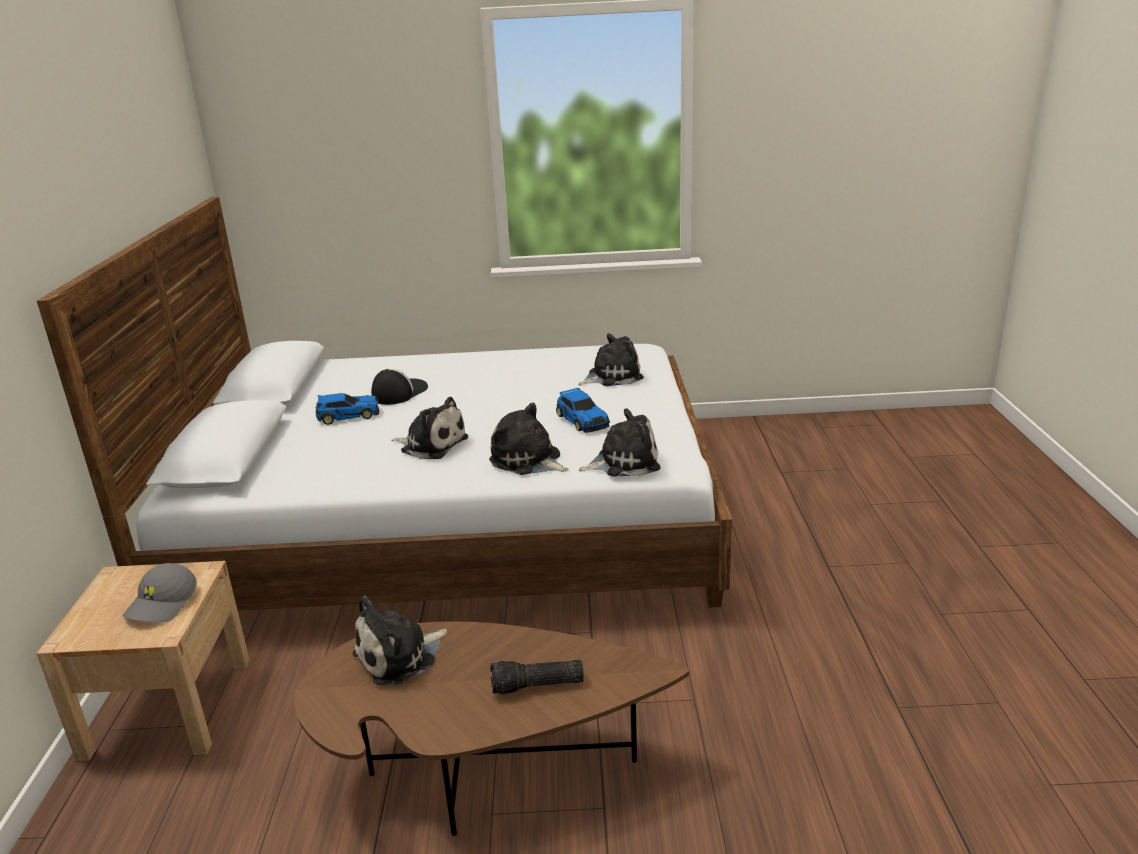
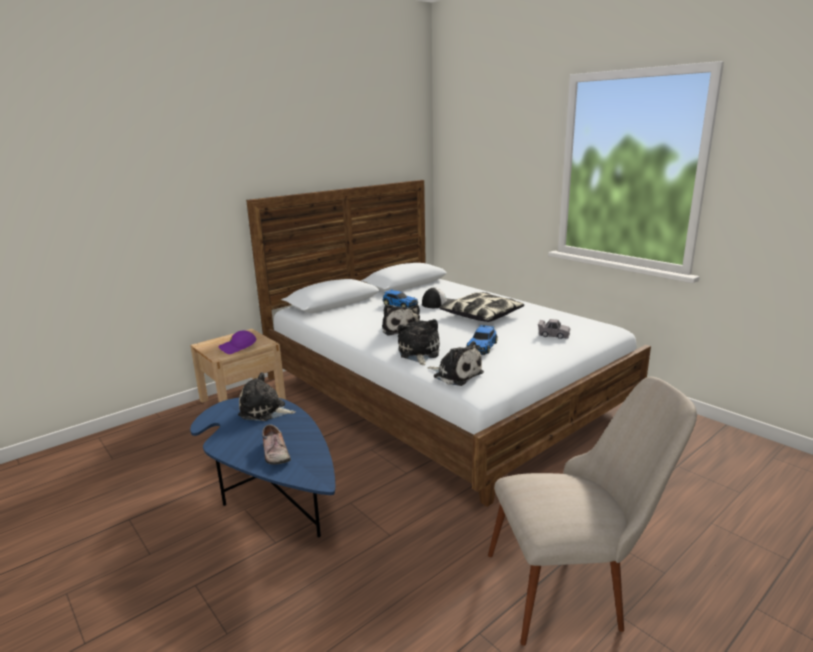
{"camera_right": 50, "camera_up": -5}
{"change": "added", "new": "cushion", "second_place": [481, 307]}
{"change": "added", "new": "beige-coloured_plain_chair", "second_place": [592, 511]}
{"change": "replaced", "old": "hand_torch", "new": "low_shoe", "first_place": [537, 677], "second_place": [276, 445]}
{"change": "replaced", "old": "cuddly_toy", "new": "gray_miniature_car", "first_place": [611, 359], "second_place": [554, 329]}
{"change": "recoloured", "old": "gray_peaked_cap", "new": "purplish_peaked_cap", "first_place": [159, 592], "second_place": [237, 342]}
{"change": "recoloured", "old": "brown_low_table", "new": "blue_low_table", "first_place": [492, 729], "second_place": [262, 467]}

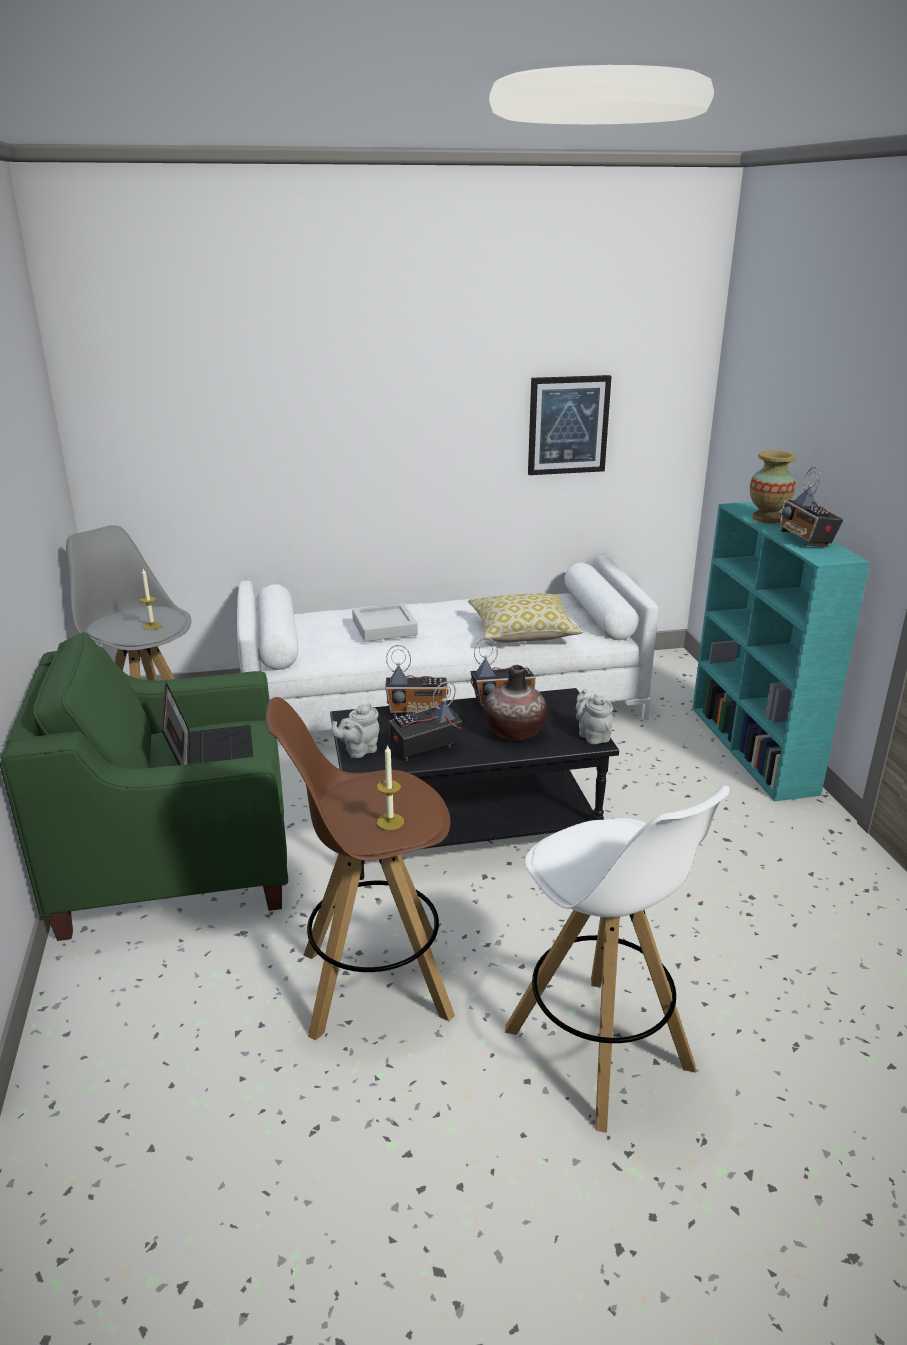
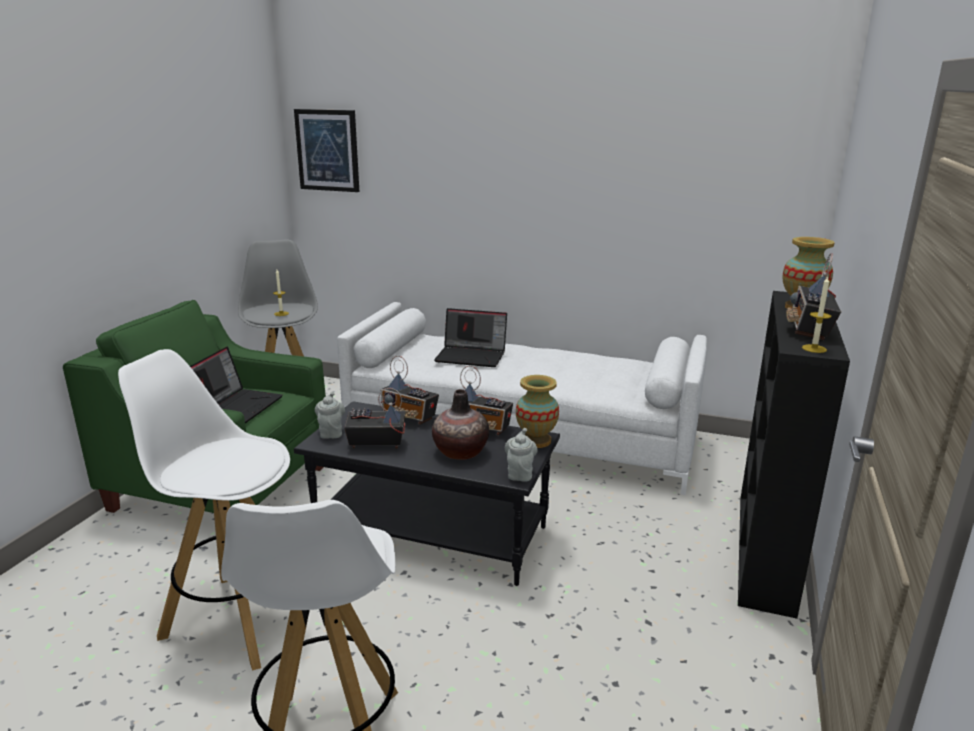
{"camera_right": 30, "camera_up": -5}
{"change": "removed", "old": "cushion", "first_place": [526, 618]}
{"change": "added", "new": "decorative_vase", "second_place": [537, 411]}
{"change": "moved", "old": "wax_candle", "first_place": [390, 787], "second_place": [816, 314]}
{"change": "moved", "old": "picture", "first_place": [570, 425], "second_place": [326, 150]}
{"change": "replaced", "old": "gray_serving_tray", "new": "laptop", "first_place": [385, 622], "second_place": [470, 337]}
{"change": "recoloured", "old": "brown_sitting_stool", "new": "white-coloured_sitting_stool", "first_place": [360, 869], "second_place": [204, 510]}
{"change": "recoloured", "old": "blue-green_shelving_unit", "new": "blackish_shelving_unit", "first_place": [781, 651], "second_place": [794, 455]}
{"change": "turned", "old": "gray_teapot", "first_place": [355, 730], "second_place": [330, 415], "degrees": 90}

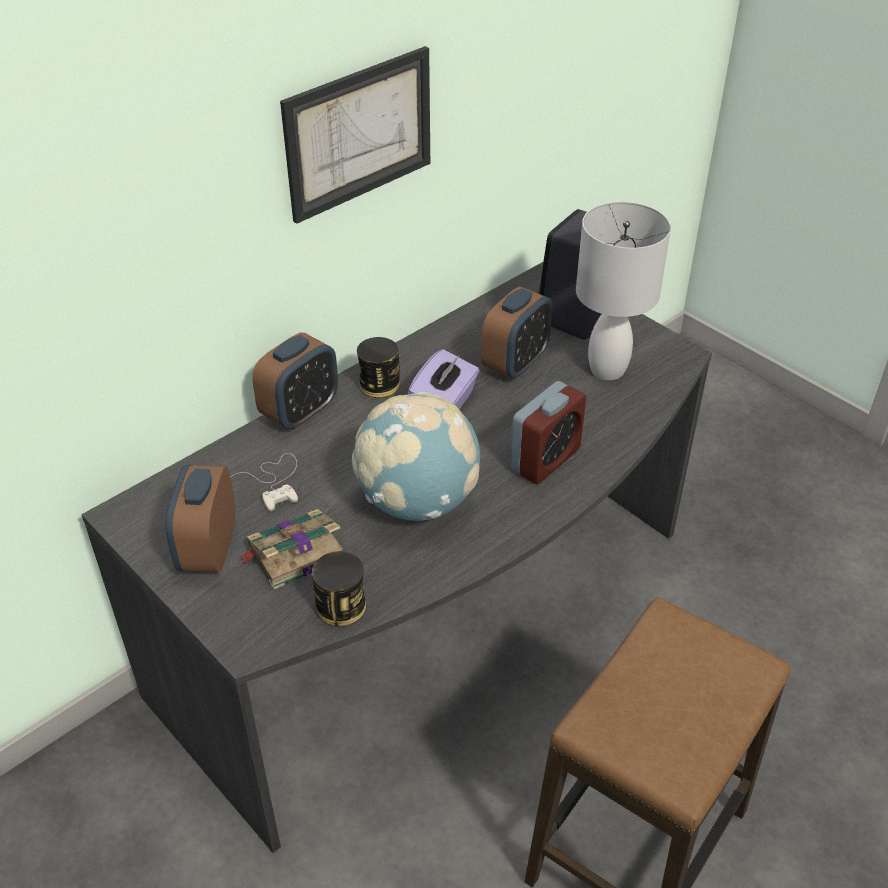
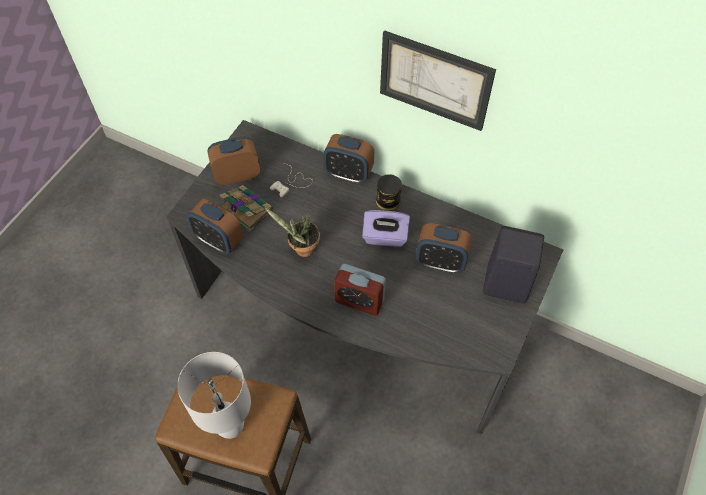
{"camera_right": 70, "camera_up": 15}
{"change": "moved", "old": "white-coloured_tabletop_lamp", "first_place": [623, 291], "second_place": [214, 395]}
{"change": "replaced", "old": "can", "new": "table_clock", "first_place": [339, 589], "second_place": [215, 226]}
{"change": "replaced", "old": "world_globe", "new": "houseplant", "first_place": [416, 456], "second_place": [292, 232]}

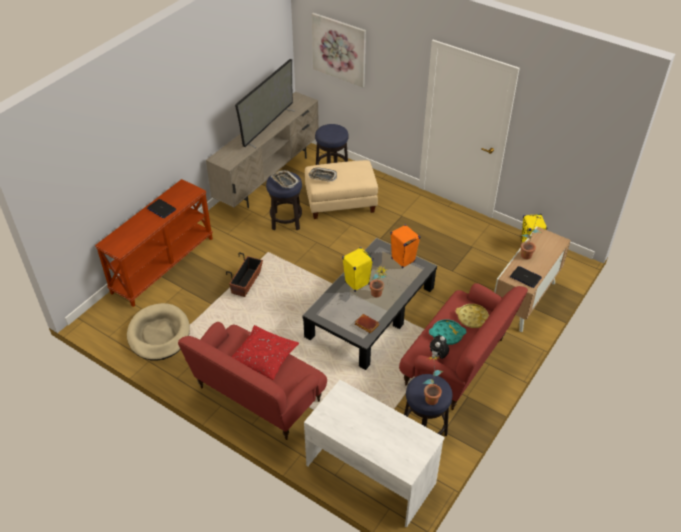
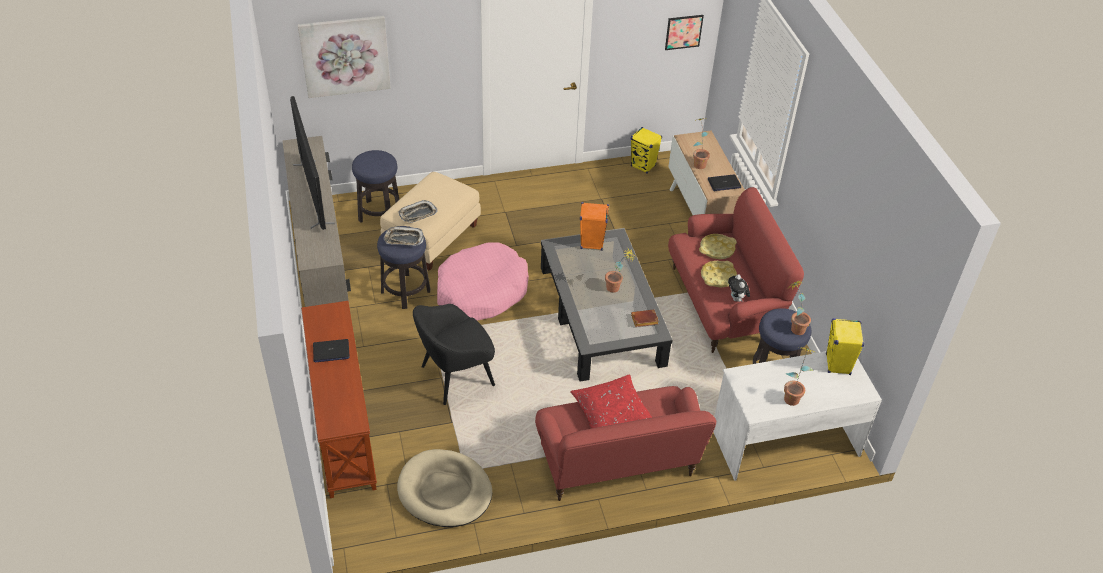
{"camera_right": -50, "camera_up": 0}
{"change": "added", "new": "pink_dog_bed", "second_place": [483, 281]}
{"change": "added", "new": "picture", "second_place": [684, 32]}
{"change": "added", "new": "houseplant", "second_place": [799, 376]}
{"change": "moved", "old": "yellowish_speaker", "first_place": [357, 269], "second_place": [845, 346]}
{"change": "replaced", "old": "planter", "new": "blackish_armchair", "first_place": [244, 274], "second_place": [454, 354]}
{"change": "recoloured", "old": "blue-green_serving_tray", "new": "yellowish_serving_tray", "first_place": [447, 332], "second_place": [719, 274]}

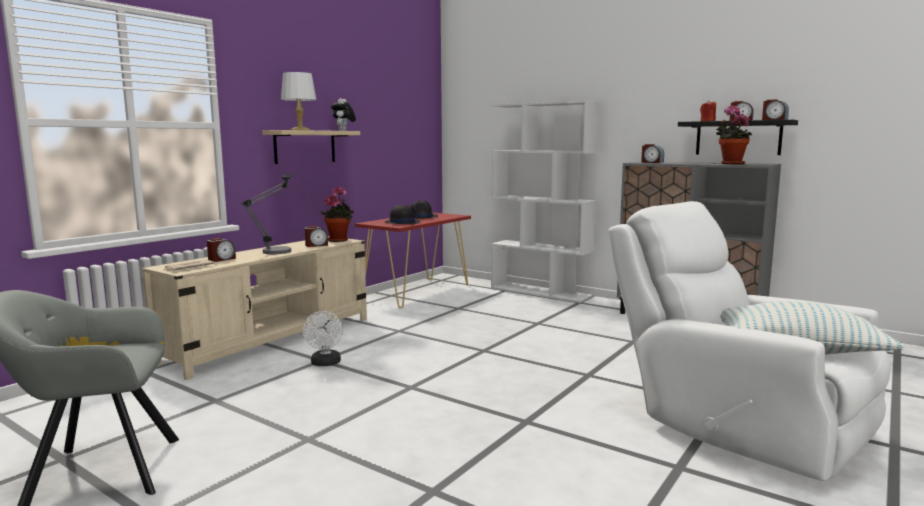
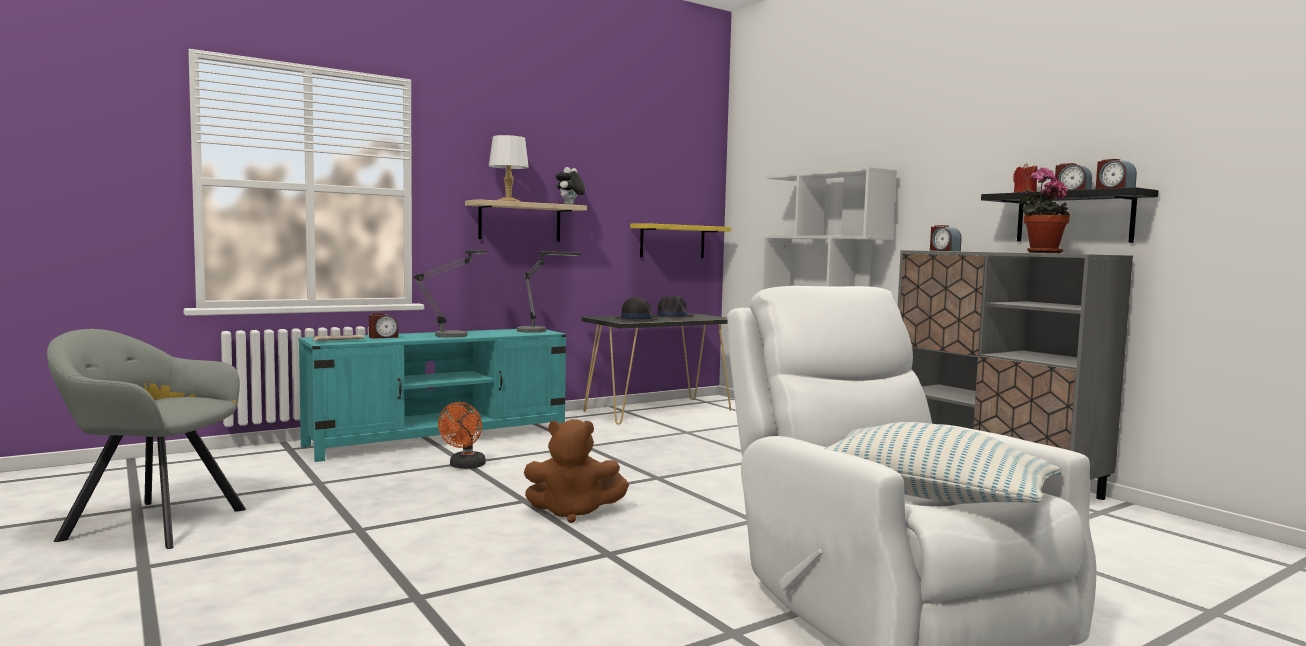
{"camera_right": 20, "camera_up": -5}
{"change": "removed", "old": "table_clock", "first_place": [316, 236]}
{"change": "added", "new": "brown_cuddly_toy", "second_place": [576, 471]}
{"change": "added", "new": "yellowish_bracket_shelf", "second_place": [680, 240]}
{"change": "replaced", "old": "houseplant", "new": "tabletop_lamp", "first_place": [337, 214], "second_place": [549, 292]}
{"change": "recoloured", "old": "beige-coloured_tv_stand", "new": "blue-green_tv_stand", "first_place": [254, 308], "second_place": [432, 395]}
{"change": "recoloured", "old": "white-coloured_electric_fan", "new": "orange-coloured_electric_fan", "first_place": [323, 338], "second_place": [462, 435]}
{"change": "recoloured", "old": "red_hall_table", "new": "blackish_hall_table", "first_place": [413, 260], "second_place": [656, 368]}

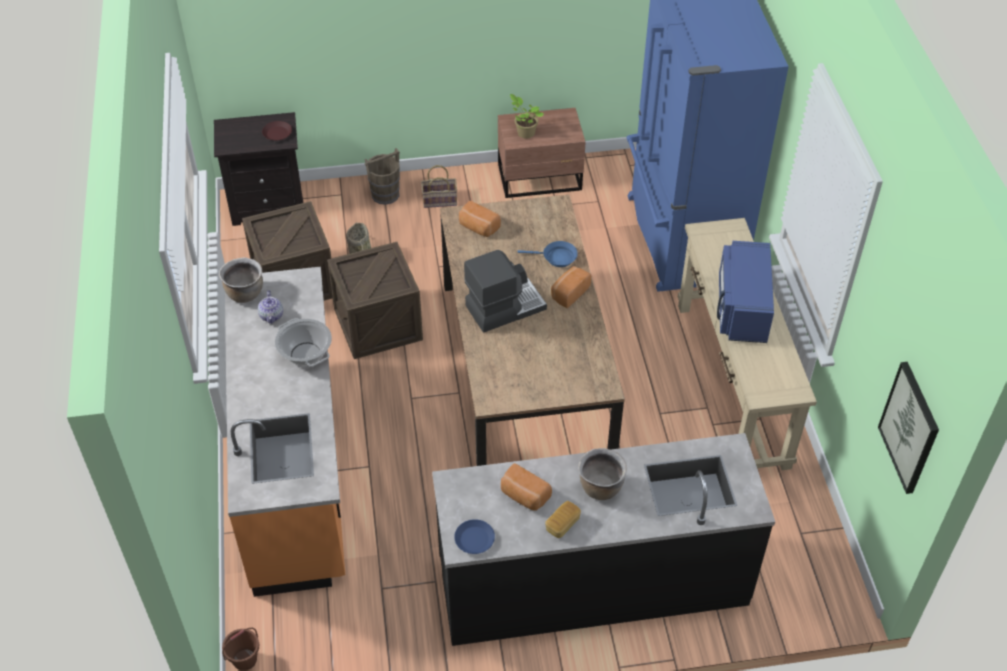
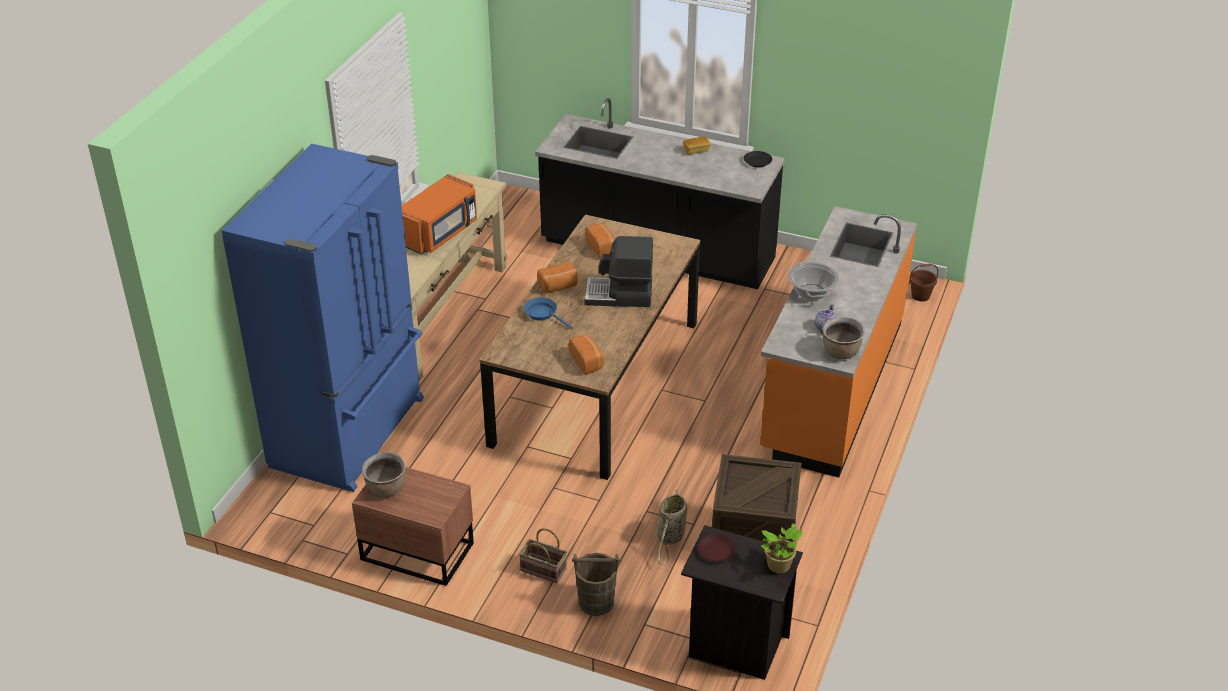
{"camera_right": -150, "camera_up": -10}
{"change": "removed", "old": "crate", "first_place": [375, 300]}
{"change": "removed", "old": "picture", "first_place": [908, 428]}
{"change": "moved", "old": "bakery_bread", "first_place": [526, 487], "second_place": [600, 241]}
{"change": "moved", "old": "houseplant", "first_place": [527, 116], "second_place": [782, 548]}
{"change": "moved", "old": "brown_saucepot", "first_place": [602, 474], "second_place": [383, 475]}
{"change": "recoloured", "old": "blue_flat_dish", "new": "blackish_flat_dish", "first_place": [474, 536], "second_place": [758, 159]}
{"change": "recoloured", "old": "blue_kitchen_microwave", "new": "orange-coloured_kitchen_microwave", "first_place": [745, 292], "second_place": [439, 214]}

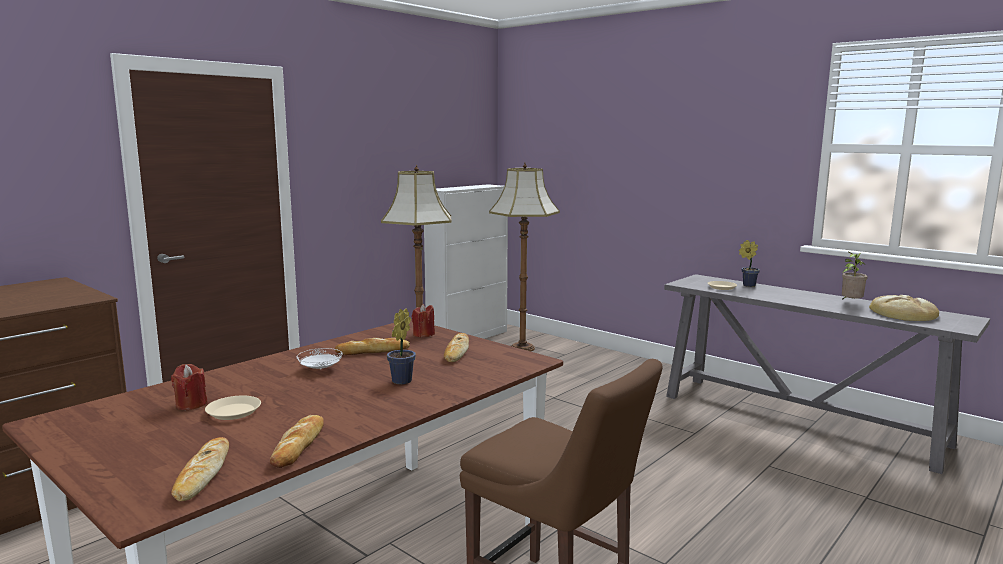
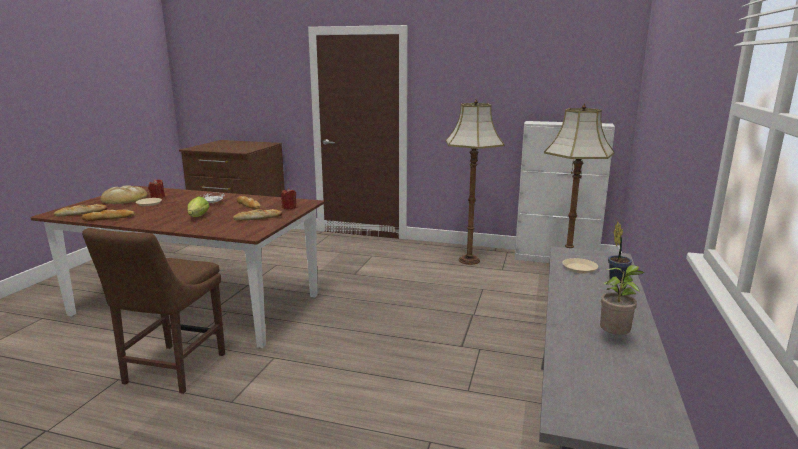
{"camera_right": 65, "camera_up": 5}
{"change": "moved", "old": "bakery_bread", "first_place": [904, 308], "second_place": [124, 194]}
{"change": "replaced", "old": "houseplant", "new": "lettuce", "first_place": [401, 346], "second_place": [198, 206]}

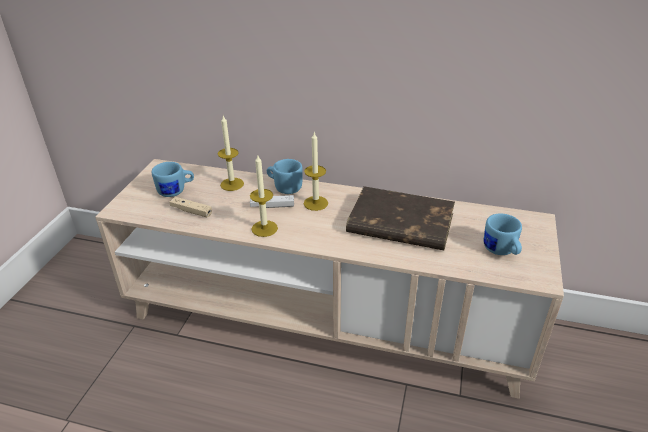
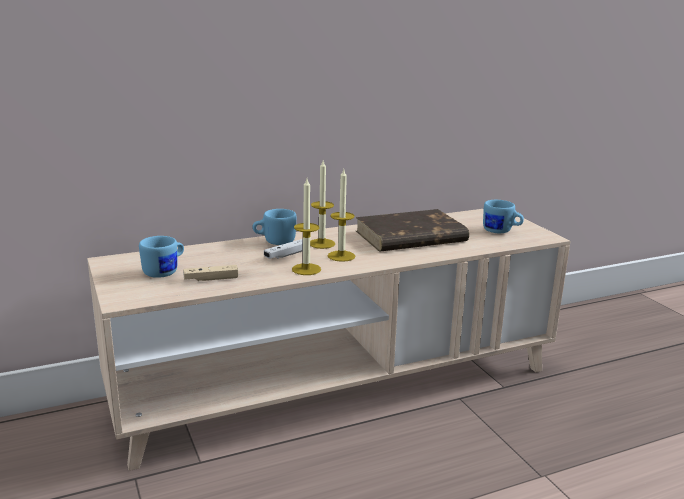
{"camera_right": -40, "camera_up": -15}
{"change": "moved", "old": "wax_candle", "first_place": [231, 153], "second_place": [341, 215]}

